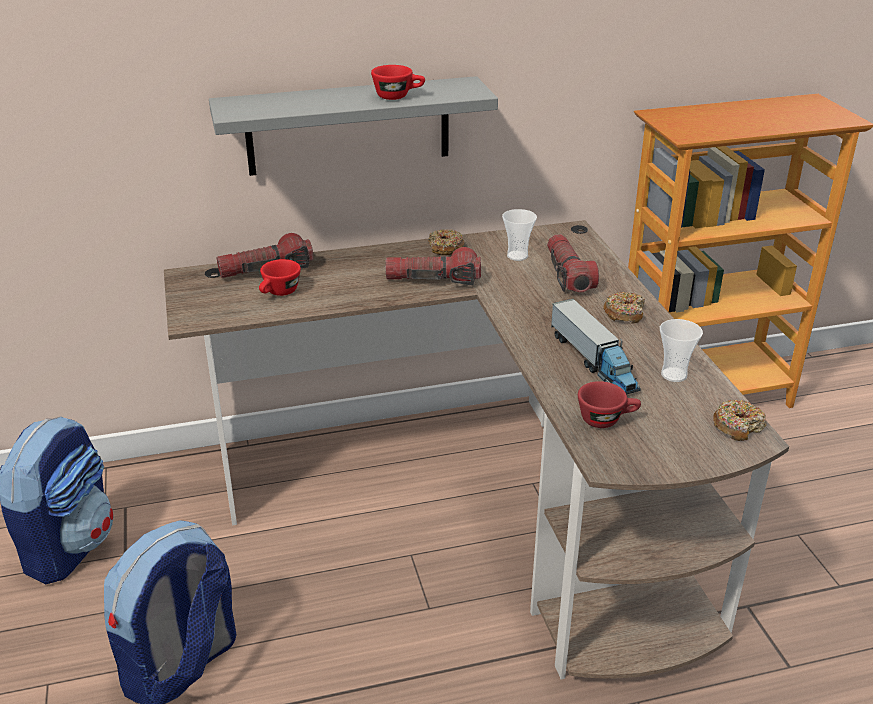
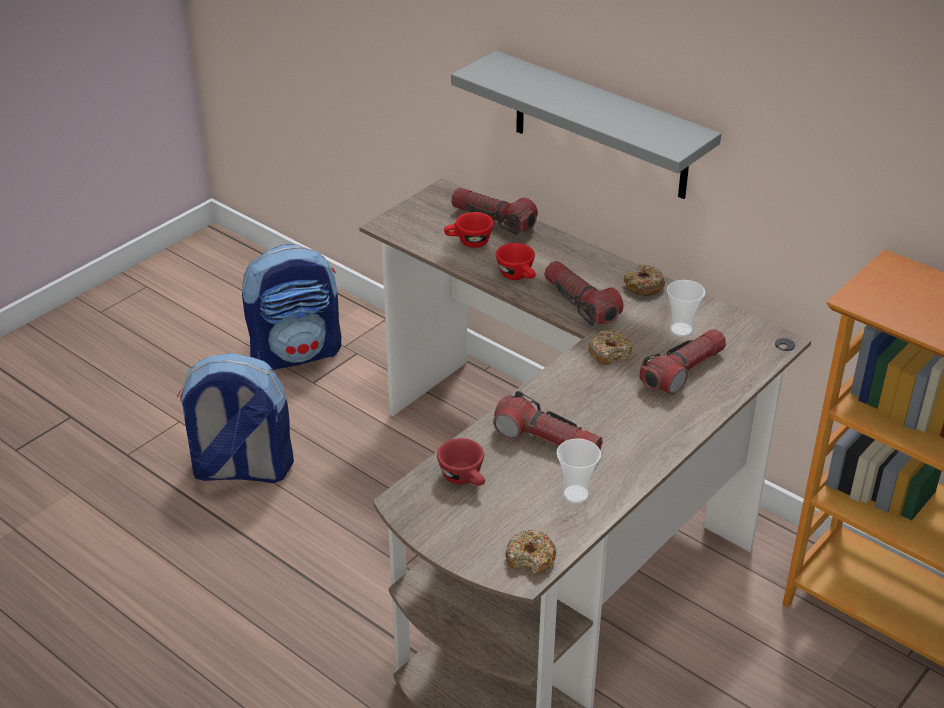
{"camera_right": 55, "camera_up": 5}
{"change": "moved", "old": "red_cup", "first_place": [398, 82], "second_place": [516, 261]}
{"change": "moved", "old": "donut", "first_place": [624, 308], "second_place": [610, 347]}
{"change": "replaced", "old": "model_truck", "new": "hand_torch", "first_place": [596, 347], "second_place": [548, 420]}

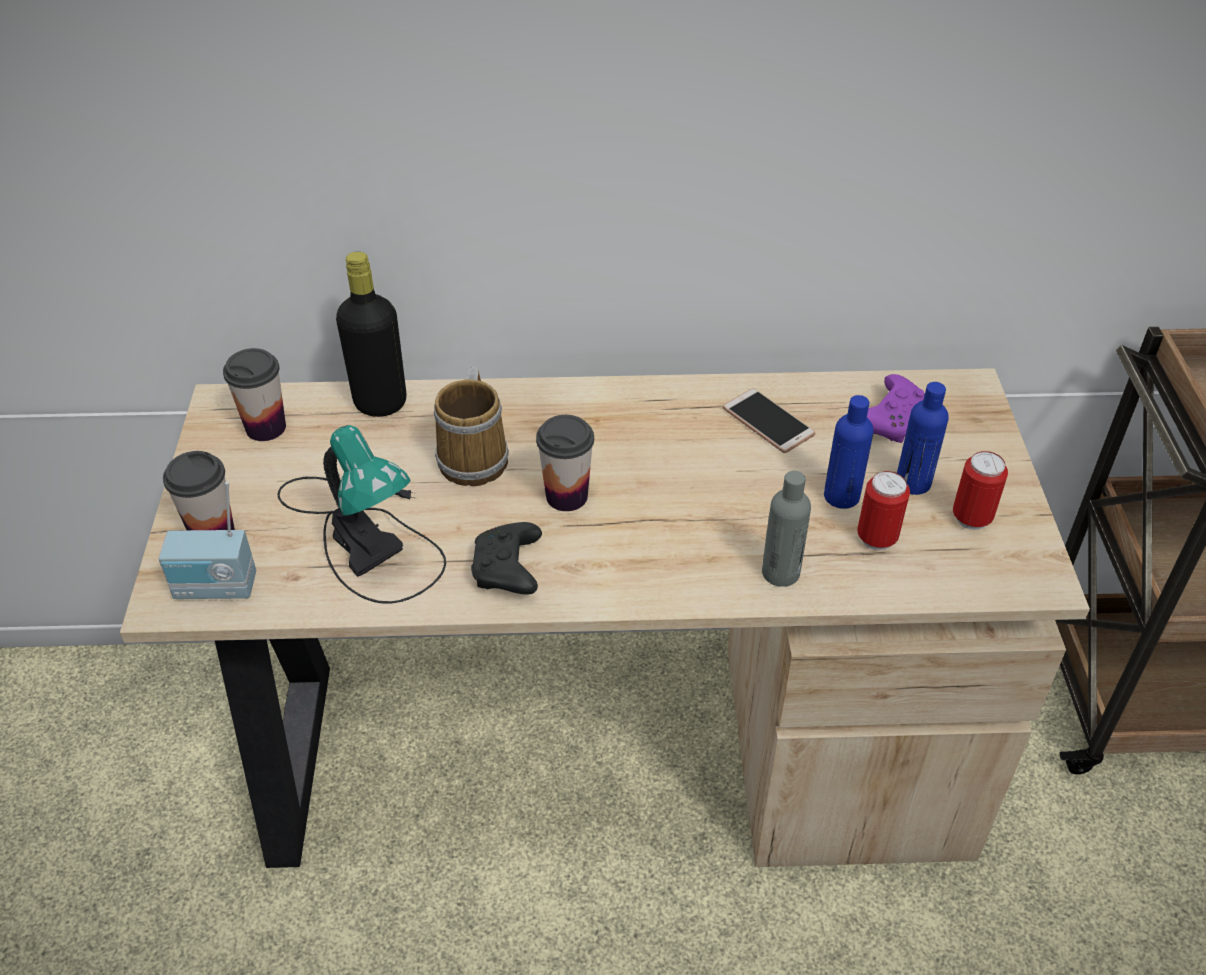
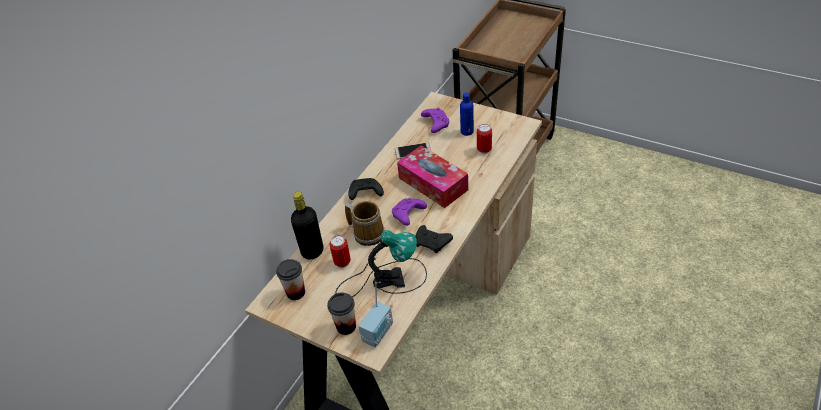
{"camera_right": -55, "camera_up": 0}
{"change": "removed", "old": "gray_drink_bottle", "first_place": [786, 529]}
{"change": "removed", "old": "blue_drink_bottle", "first_place": [849, 452]}
{"change": "added", "new": "blackish_gamepad", "second_place": [366, 189]}
{"change": "added", "new": "box_of_tissues", "second_place": [432, 176]}
{"change": "moved", "old": "can", "first_place": [980, 490], "second_place": [340, 252]}
{"change": "replaced", "old": "cup", "new": "purplish_gamepad", "first_place": [565, 463], "second_place": [409, 212]}

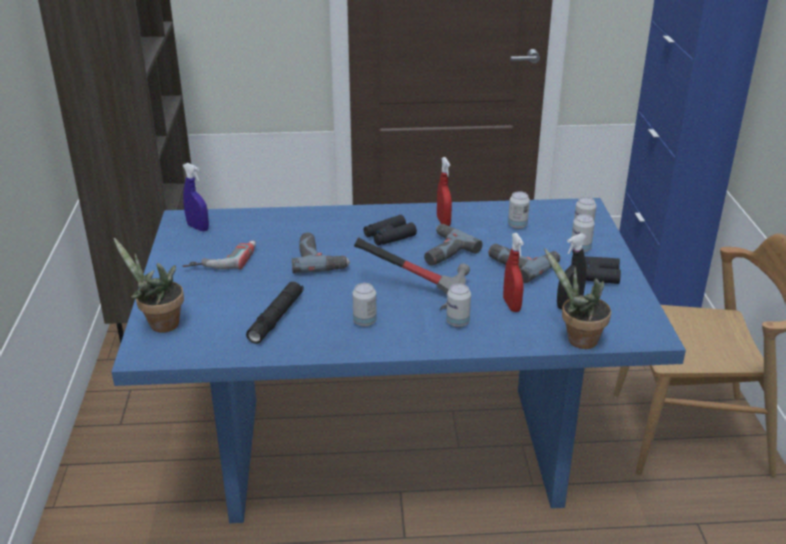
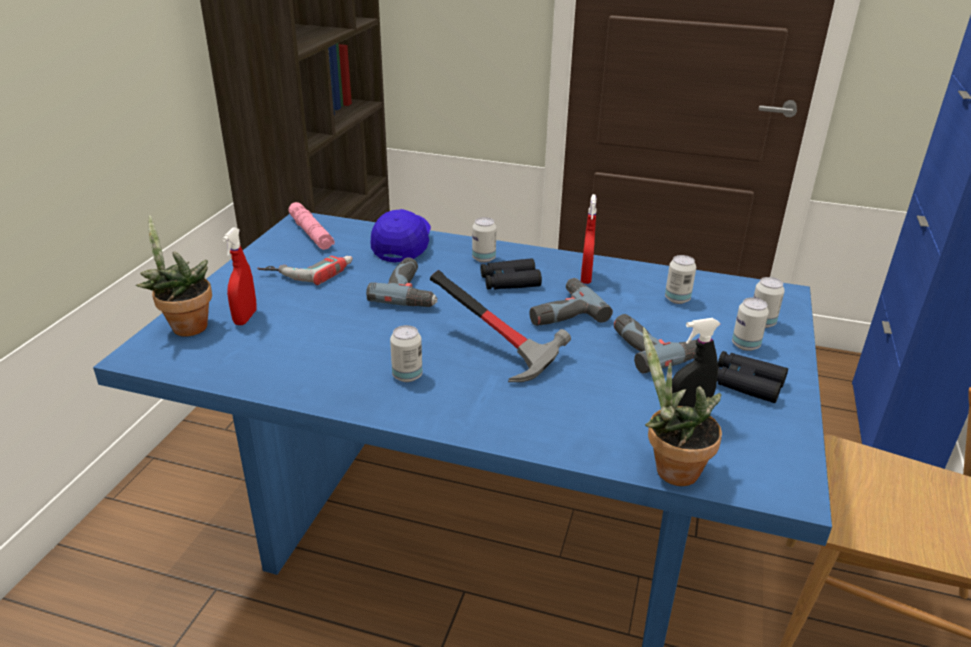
{"camera_right": 20, "camera_up": 0}
{"change": "removed", "old": "blackish_hand_torch", "first_place": [275, 313]}
{"change": "added", "new": "blue_peaked_cap", "second_place": [401, 236]}
{"change": "moved", "old": "can", "first_place": [458, 305], "second_place": [484, 240]}
{"change": "moved", "old": "red_hand_sprayer", "first_place": [513, 272], "second_place": [239, 276]}
{"change": "replaced", "old": "blue_hand_sprayer", "new": "pink_hand_torch", "first_place": [196, 197], "second_place": [312, 226]}

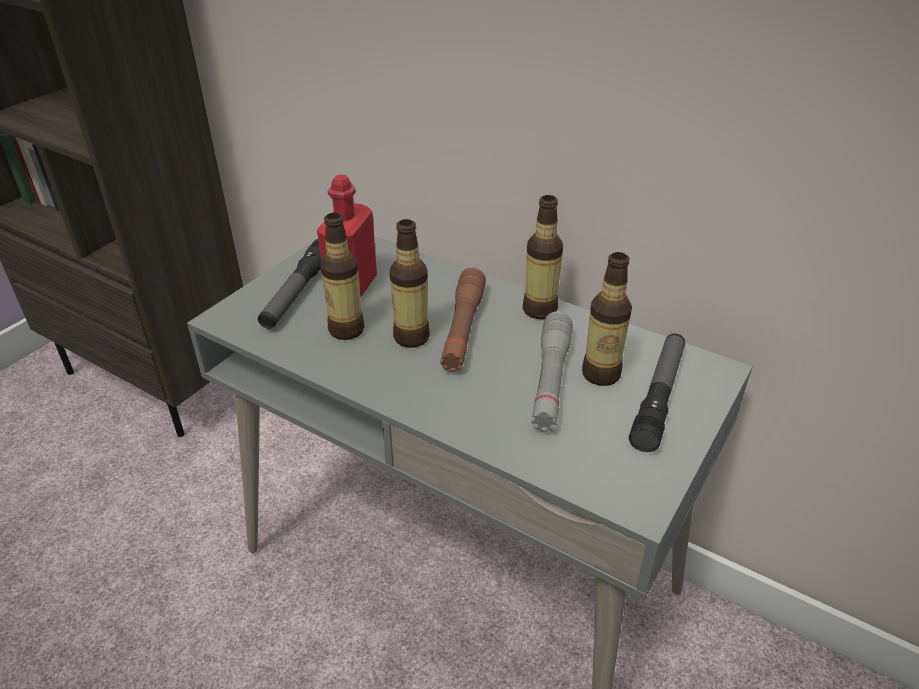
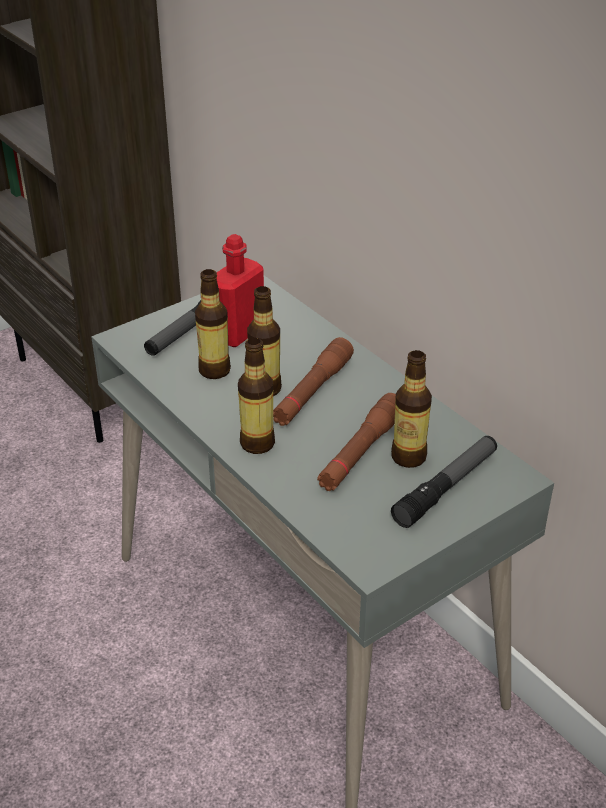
{"camera_right": 20, "camera_up": 0}
{"change": "moved", "old": "drink_bottle", "first_place": [543, 257], "second_place": [256, 396]}
{"change": "recoloured", "old": "gray_hand_torch", "new": "brown_hand_torch", "first_place": [552, 371], "second_place": [356, 442]}

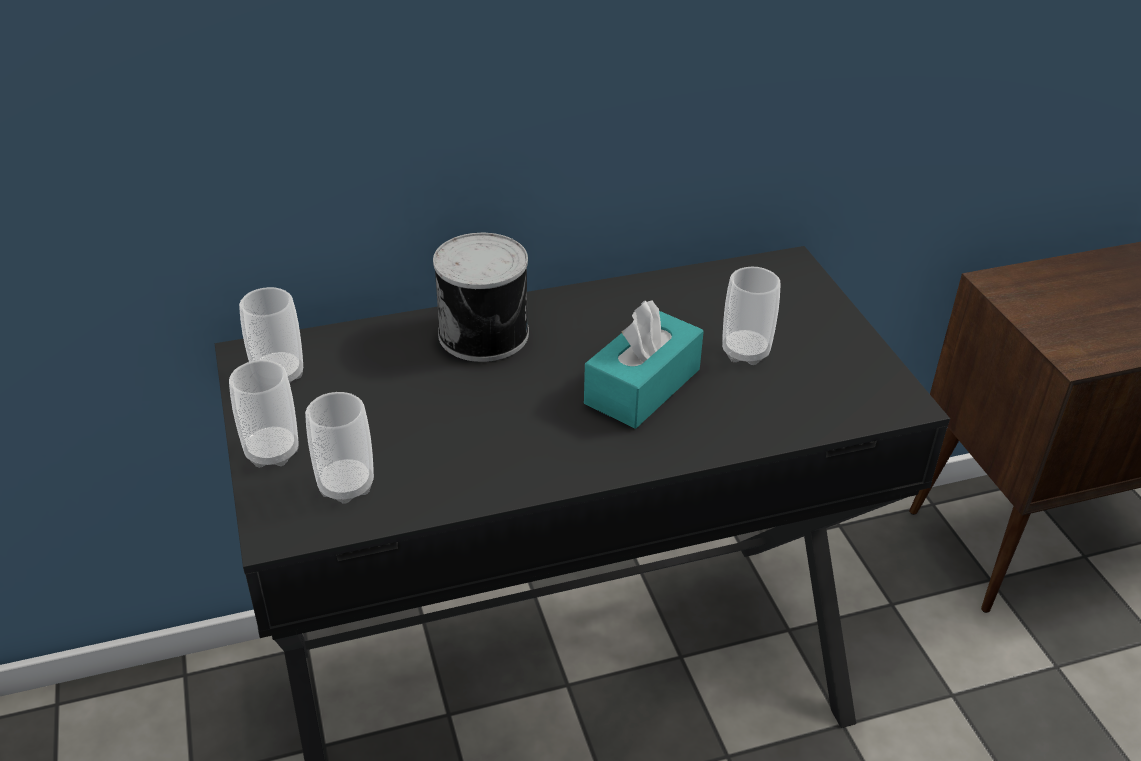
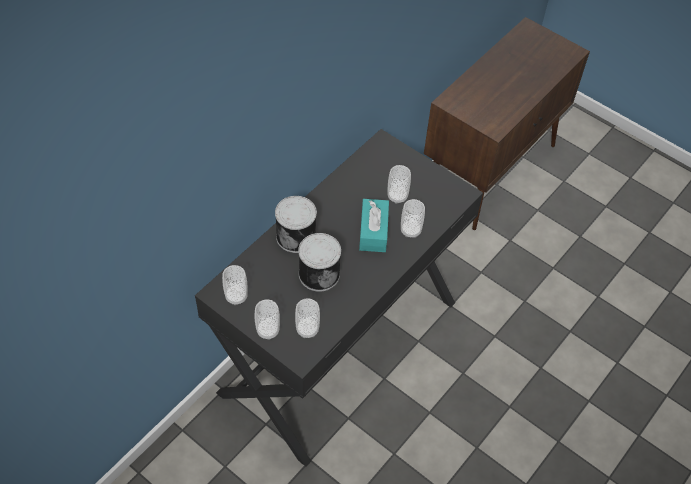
{"camera_right": -35, "camera_up": 15}
{"change": "added", "new": "can", "second_place": [319, 262]}
{"change": "added", "new": "cup", "second_place": [413, 218]}

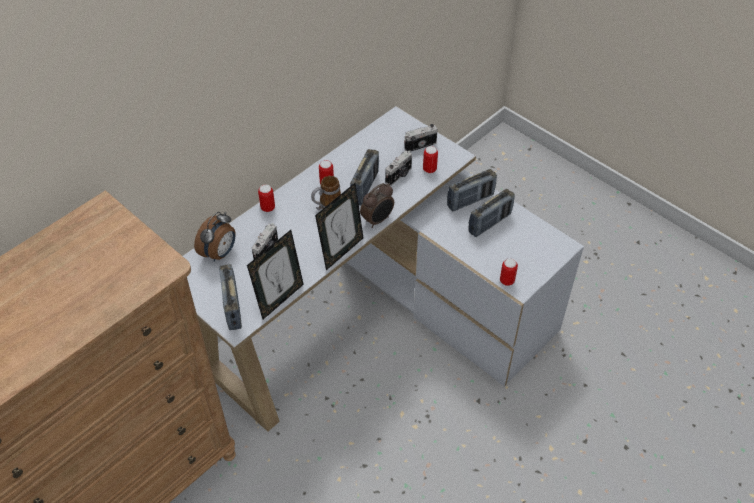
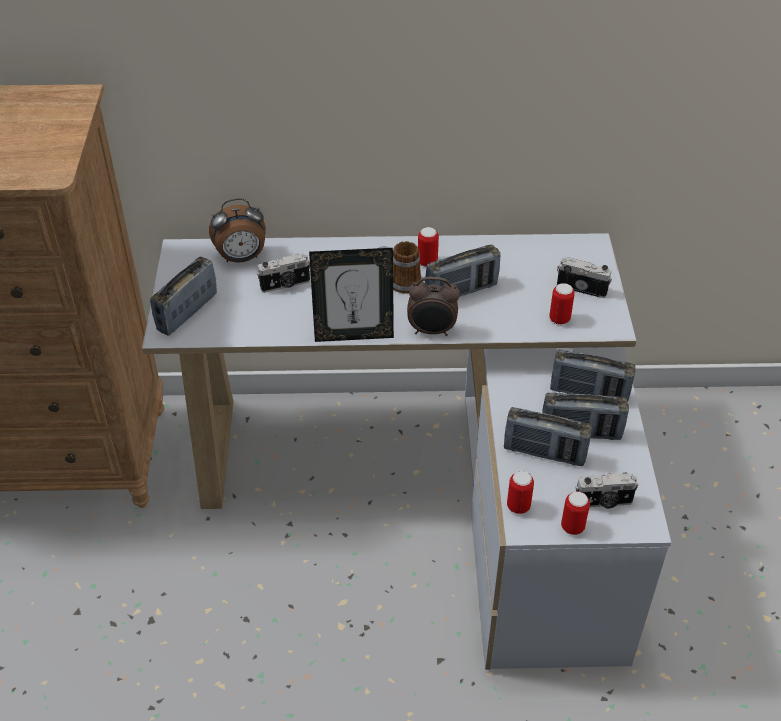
{"camera_right": 45, "camera_up": -5}
{"change": "removed", "old": "picture_frame", "first_place": [275, 274]}
{"change": "added", "new": "radio_receiver", "second_place": [548, 436]}
{"change": "moved", "old": "can", "first_place": [266, 198], "second_place": [575, 513]}
{"change": "moved", "old": "still_camera", "first_place": [398, 168], "second_place": [606, 490]}

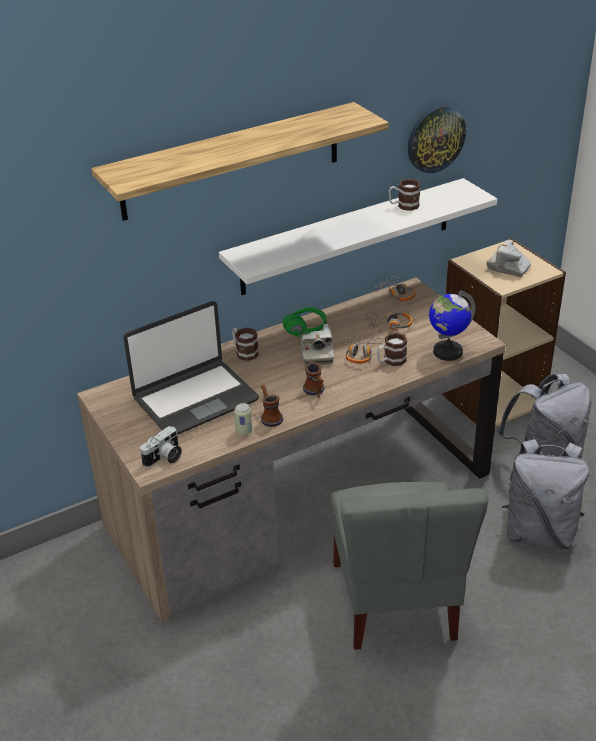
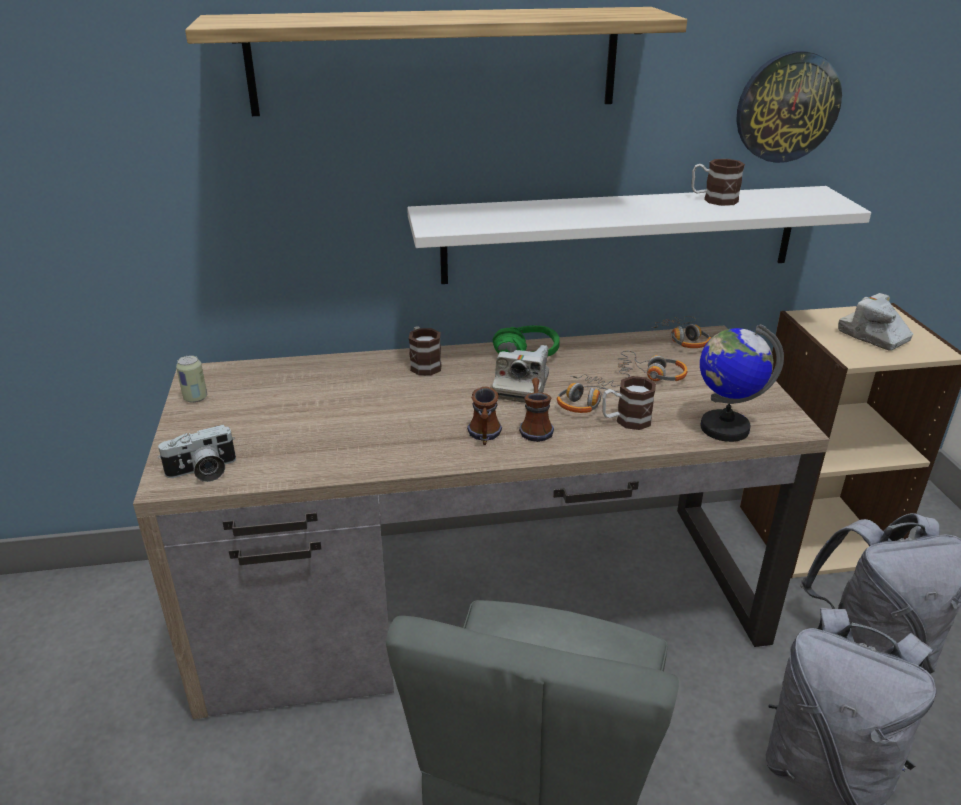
{"camera_right": 20, "camera_up": -5}
{"change": "removed", "old": "laptop", "first_place": [191, 368]}
{"change": "moved", "old": "can", "first_place": [243, 419], "second_place": [191, 379]}
{"change": "moved", "old": "mug", "first_place": [272, 406], "second_place": [536, 409]}

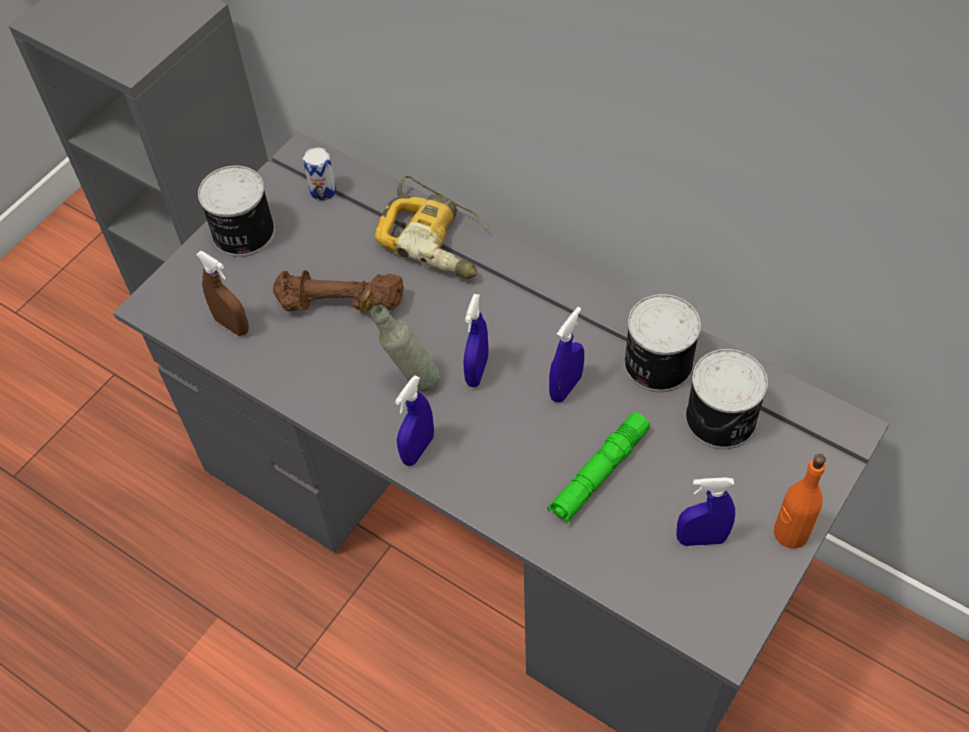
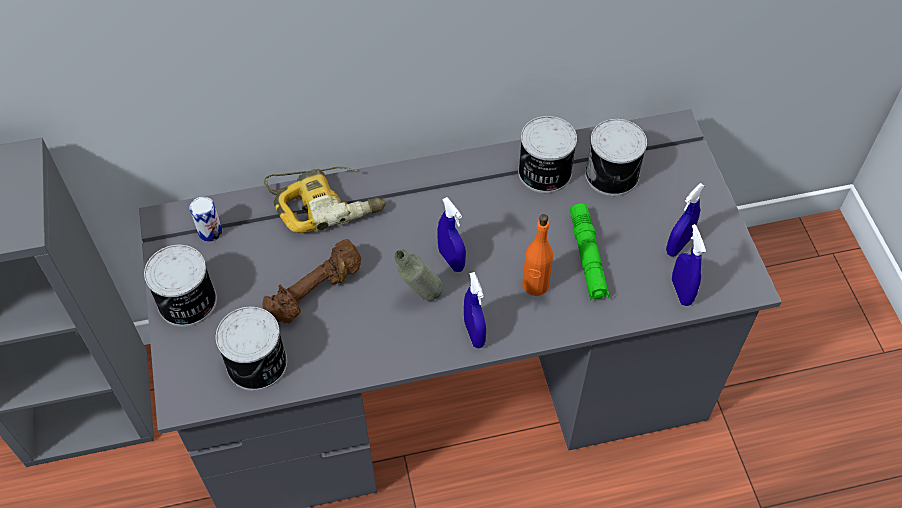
{"camera_right": -50, "camera_up": 0}
{"change": "moved", "old": "blue_hand_sprayer", "first_place": [566, 355], "second_place": [689, 265]}
{"change": "moved", "old": "orange-coloured_drink_bottle", "first_place": [800, 501], "second_place": [537, 255]}
{"change": "replaced", "old": "brown_hand_sprayer", "new": "can", "first_place": [222, 293], "second_place": [251, 349]}

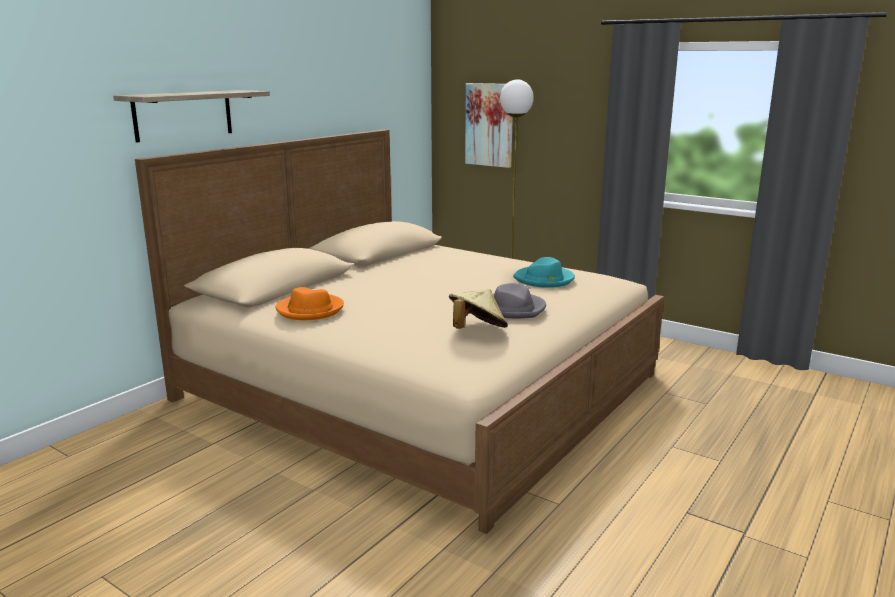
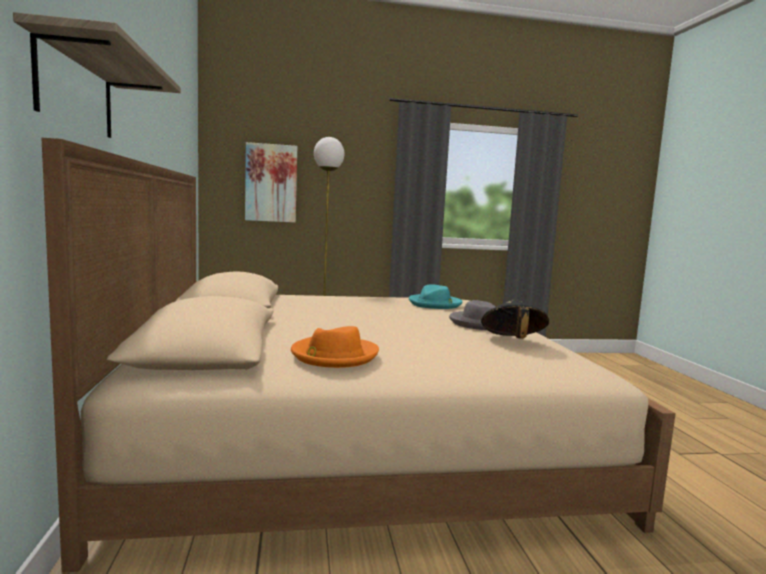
{"camera_right": -45, "camera_up": -10}
{"change": "recoloured", "old": "beige-coloured_clothing_hat", "new": "blackish_clothing_hat", "first_place": [478, 309], "second_place": [515, 319]}

